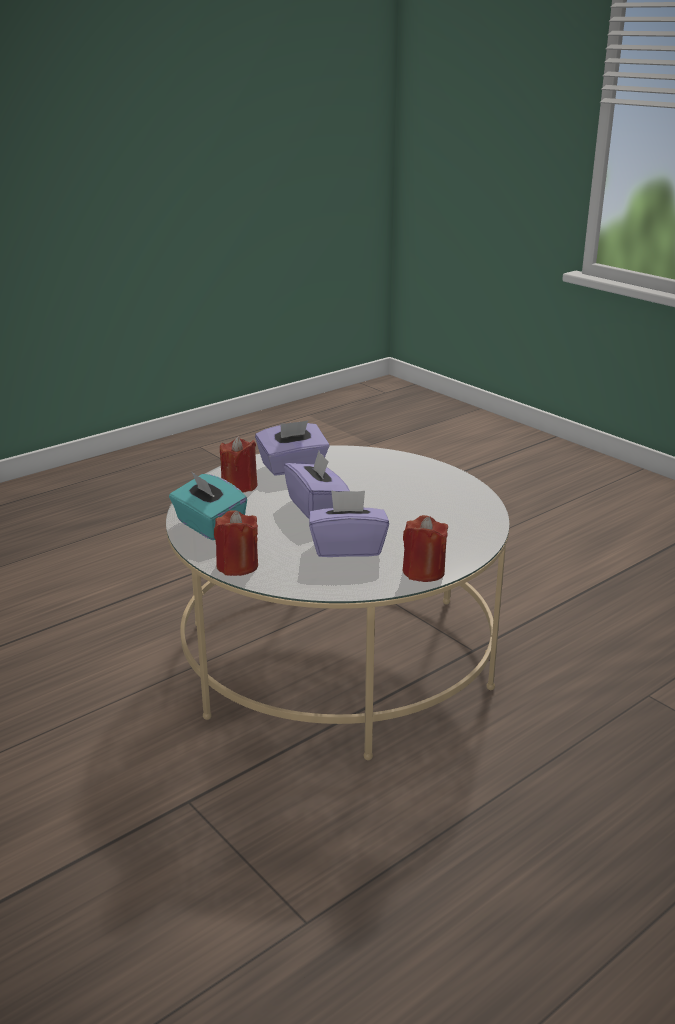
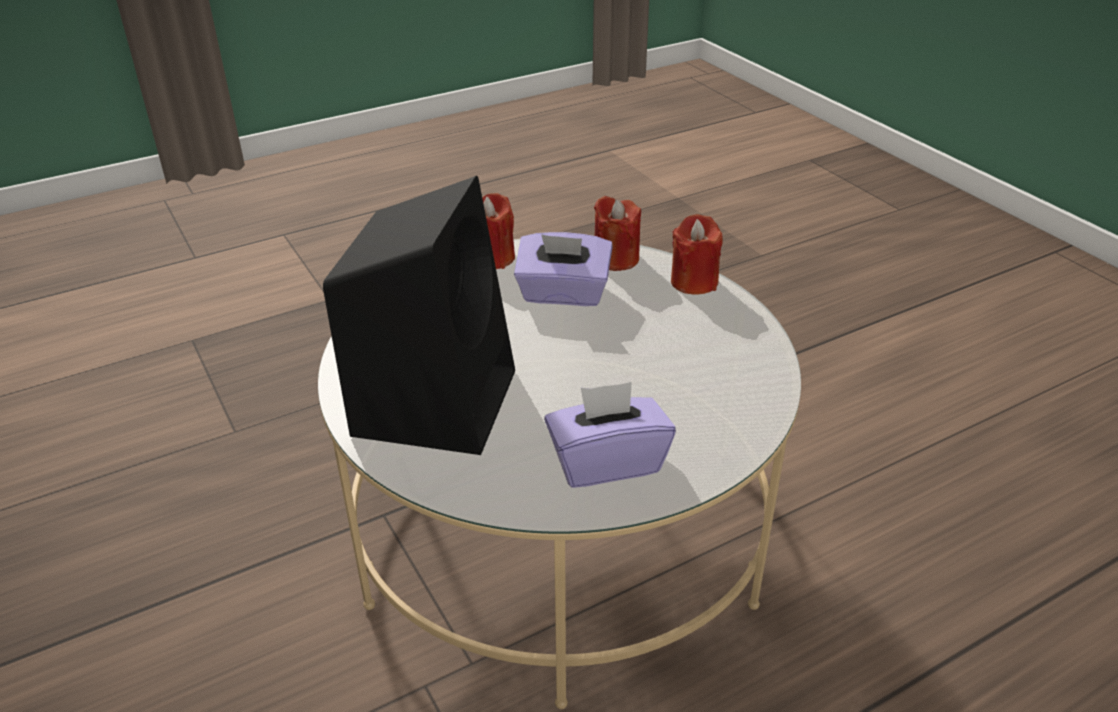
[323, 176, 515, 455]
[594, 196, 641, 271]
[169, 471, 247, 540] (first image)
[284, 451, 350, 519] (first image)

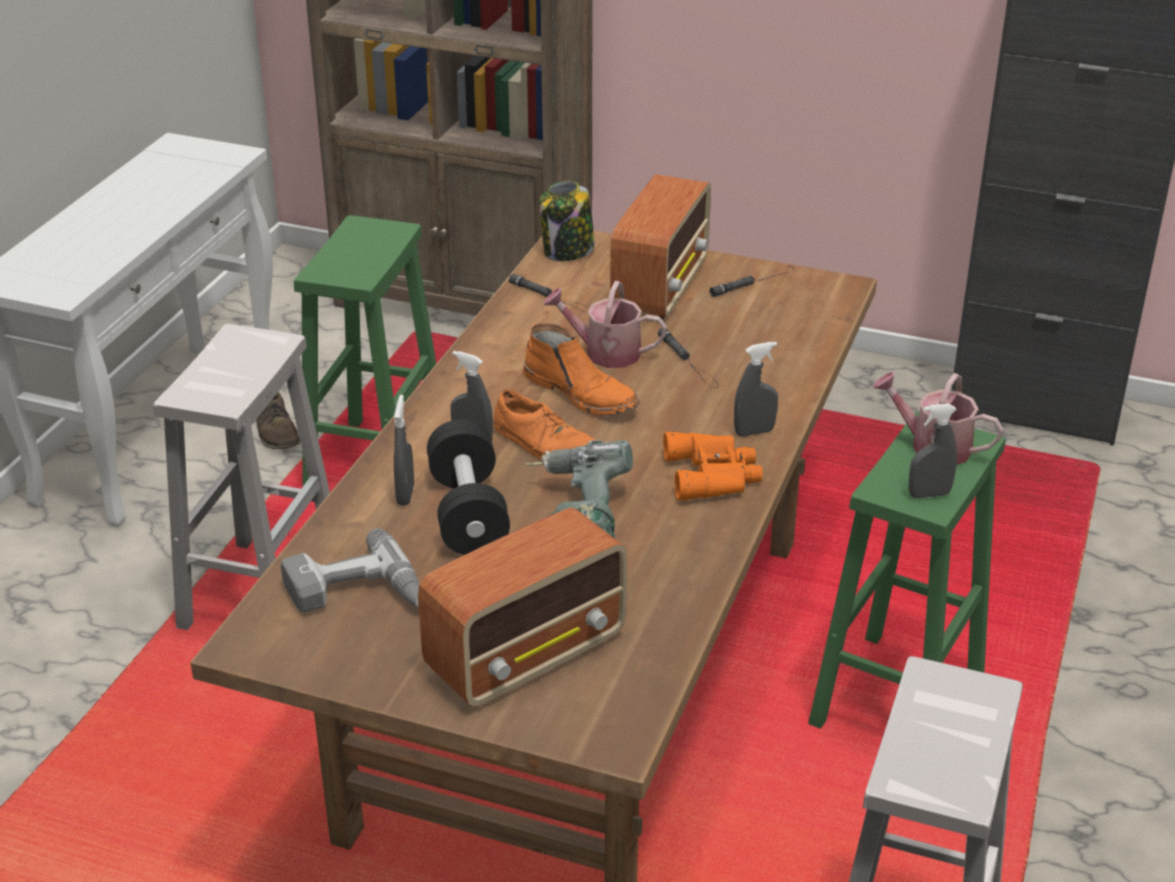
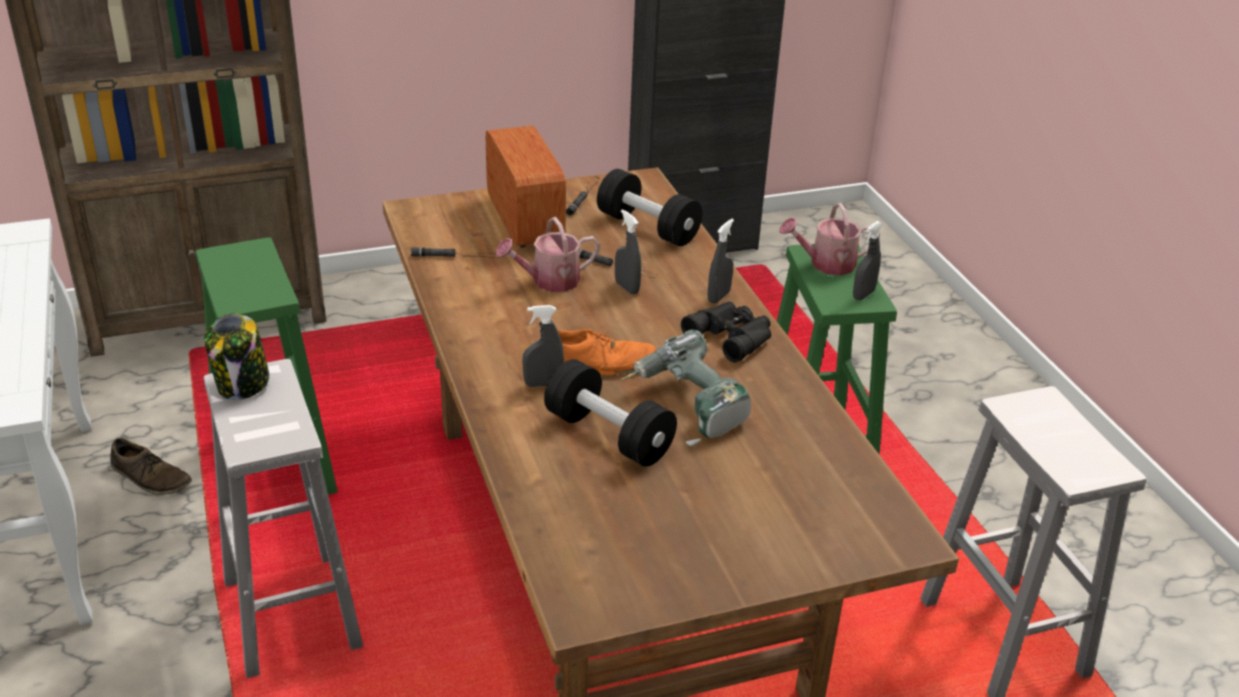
[204, 313, 270, 400]
[597, 169, 702, 246]
[615, 209, 641, 295]
[681, 302, 771, 363]
[281, 528, 419, 613] (first image)
[418, 508, 627, 706] (first image)
[523, 323, 639, 415] (first image)

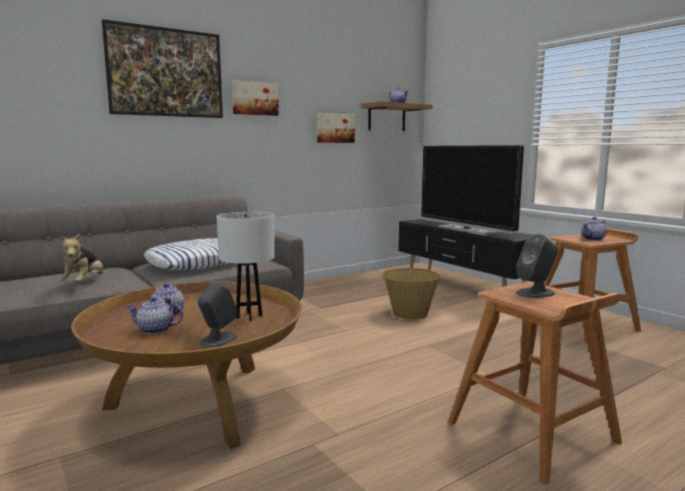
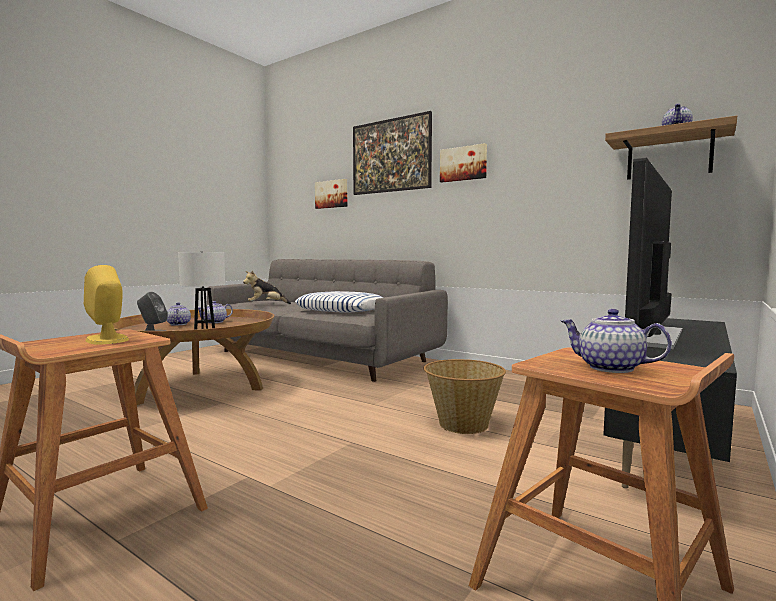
[84, 265, 129, 345]
[315, 179, 347, 209]

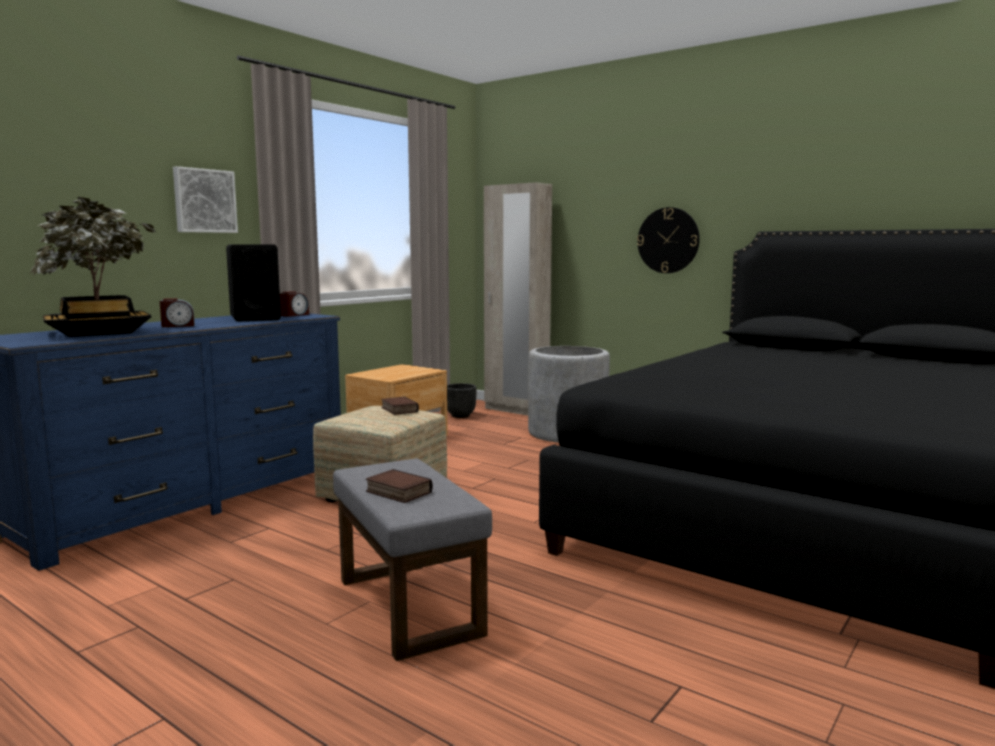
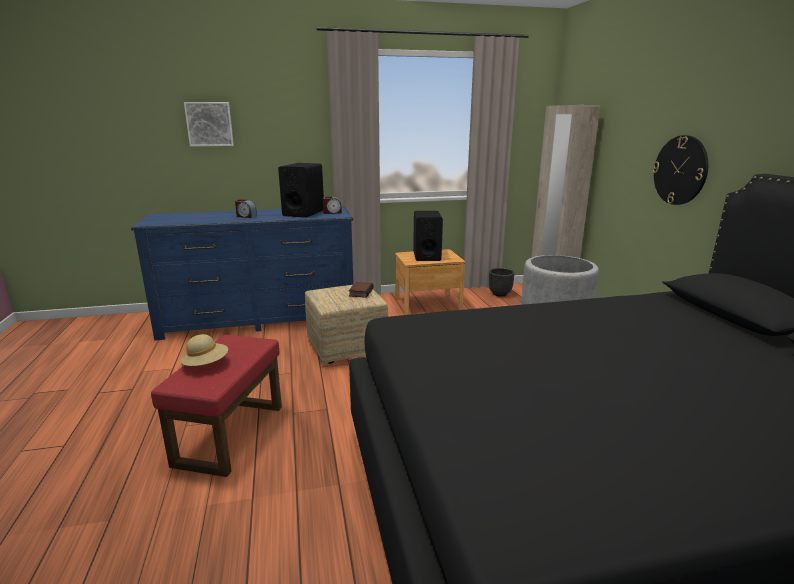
[151, 335, 282, 477]
[181, 334, 228, 366]
[184, 102, 234, 147]
[413, 211, 443, 261]
[30, 197, 156, 337] (first image)

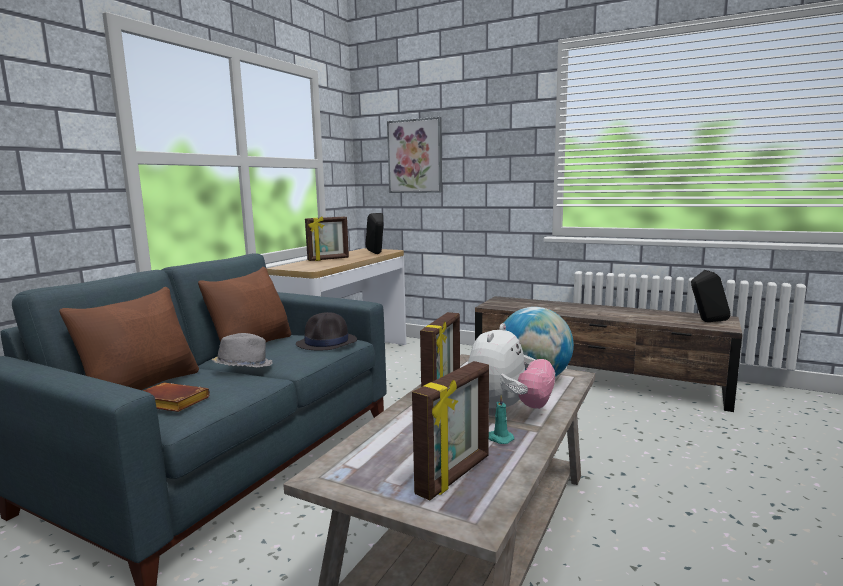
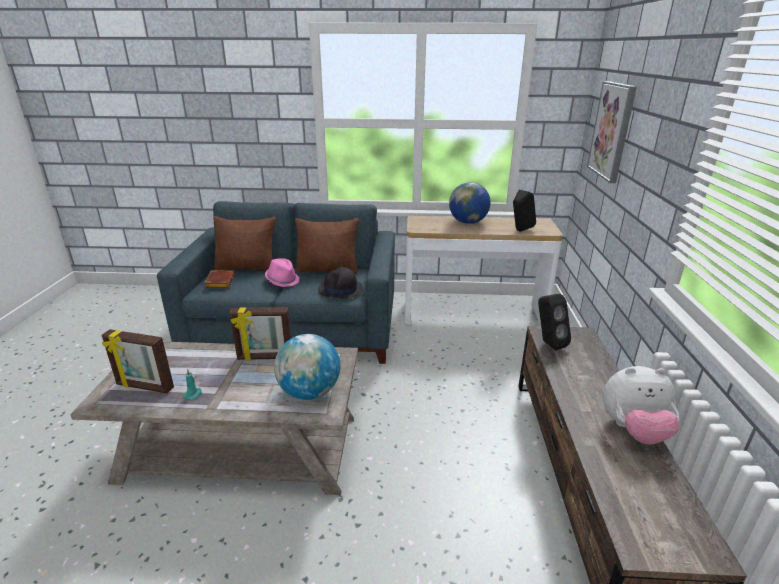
[265, 258, 299, 287]
[449, 182, 491, 224]
[538, 294, 571, 351]
[603, 366, 680, 445]

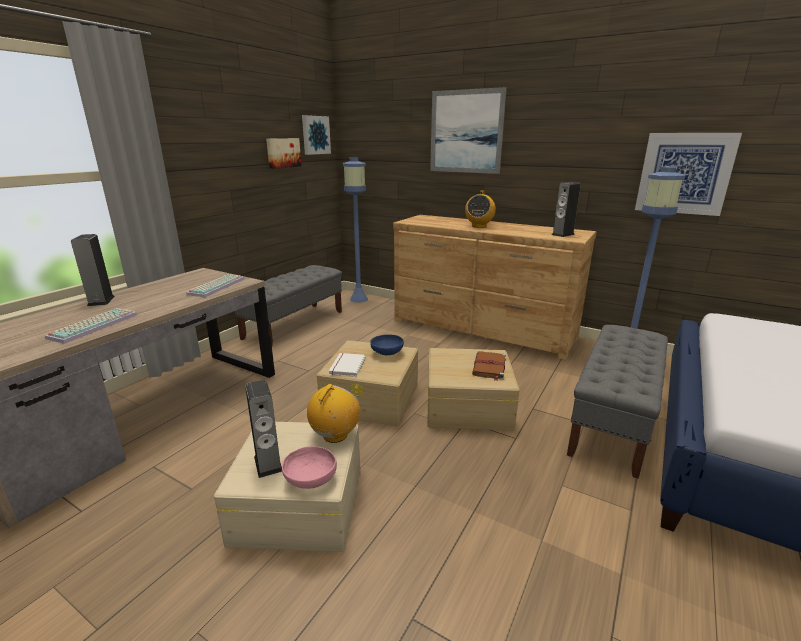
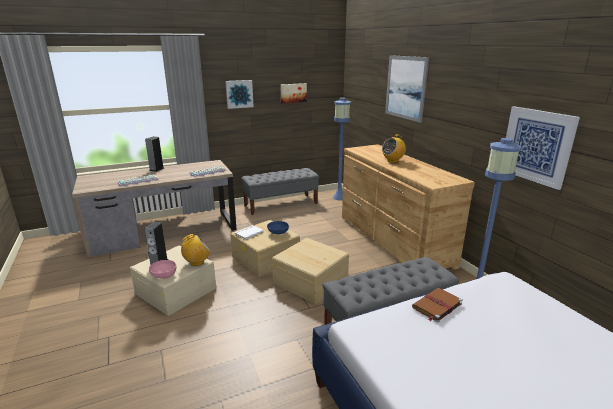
[225, 80, 254, 109]
[412, 288, 463, 322]
[552, 182, 581, 237] (first image)

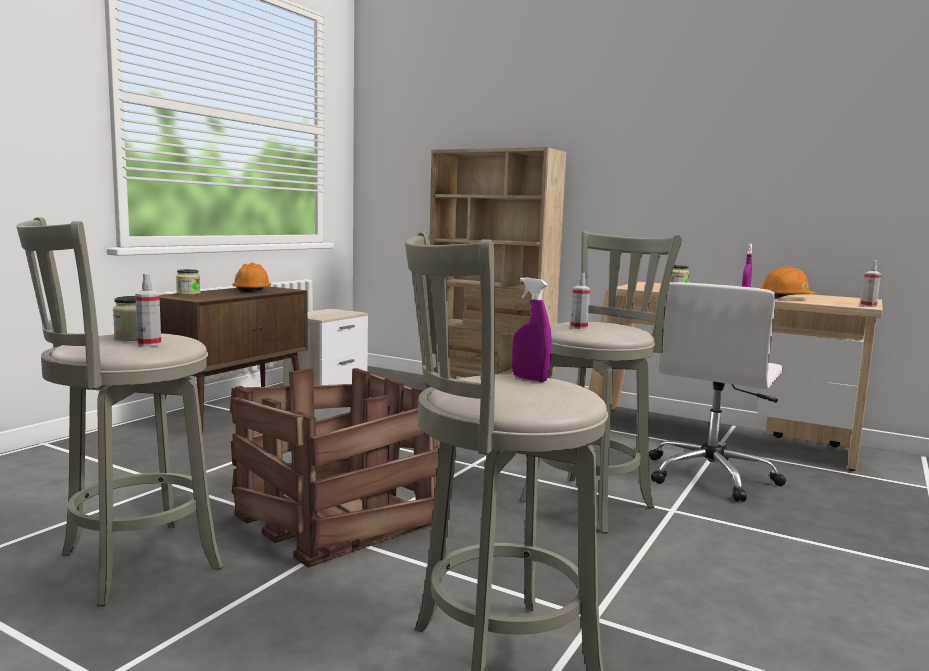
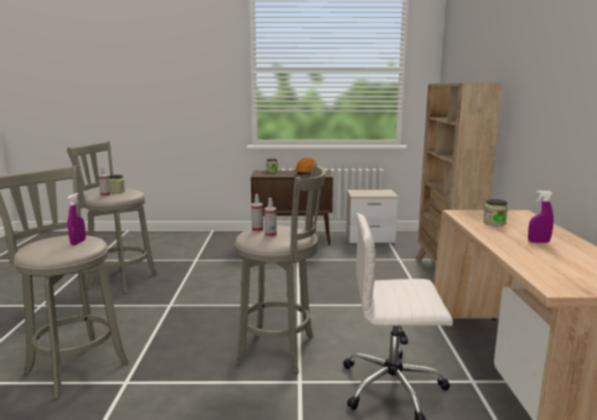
[265, 198, 277, 237]
[230, 368, 439, 568] (first image)
[761, 266, 817, 298] (first image)

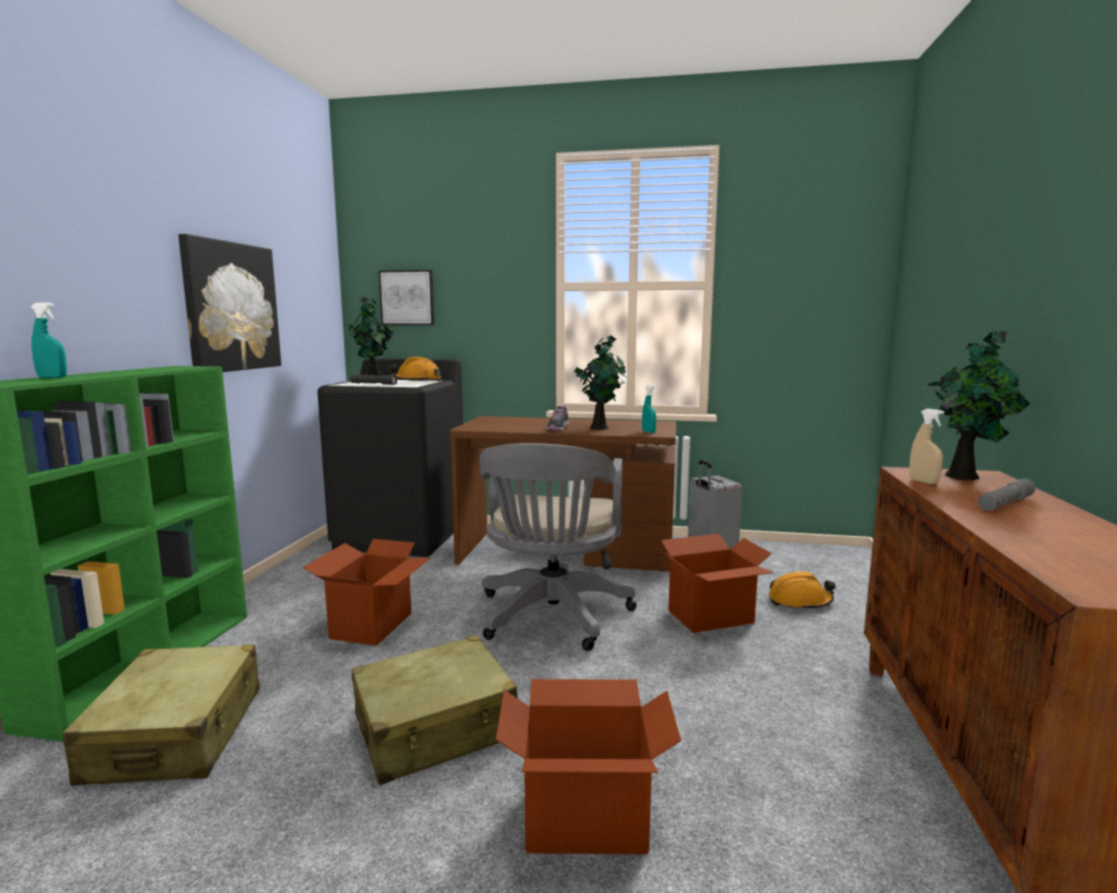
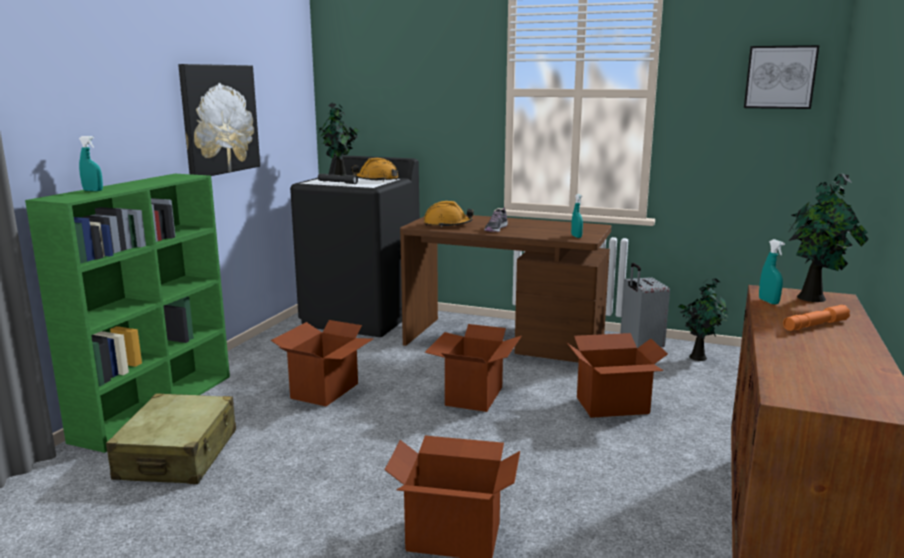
[424, 201, 474, 227]
[425, 324, 522, 412]
[678, 279, 728, 361]
[744, 45, 820, 109]
[759, 239, 785, 304]
[783, 305, 850, 331]
[352, 635, 517, 785] (first image)

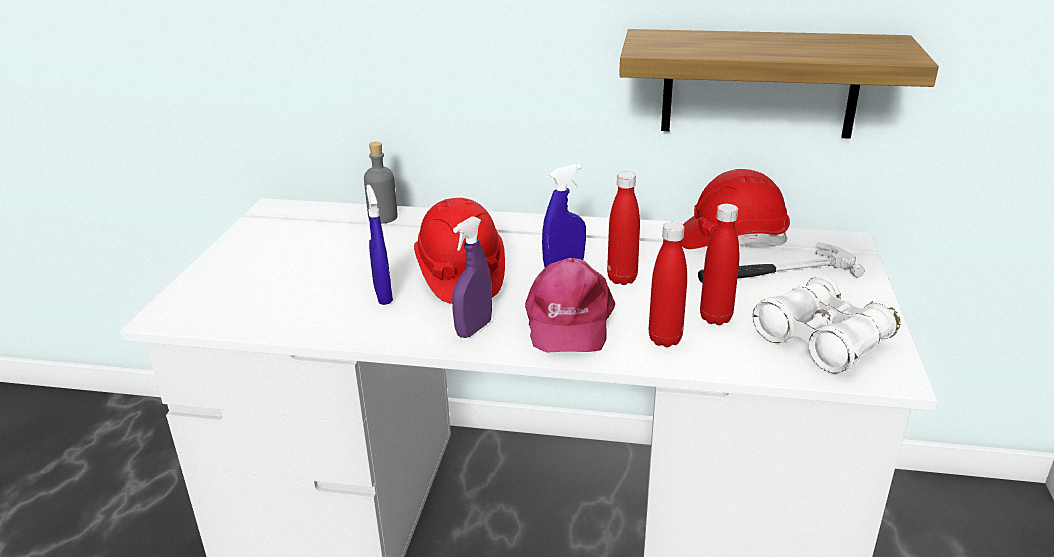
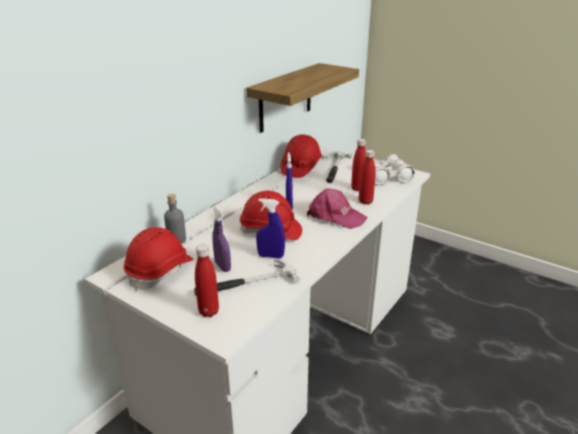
[123, 227, 193, 292]
[194, 260, 300, 296]
[195, 244, 219, 317]
[213, 206, 231, 272]

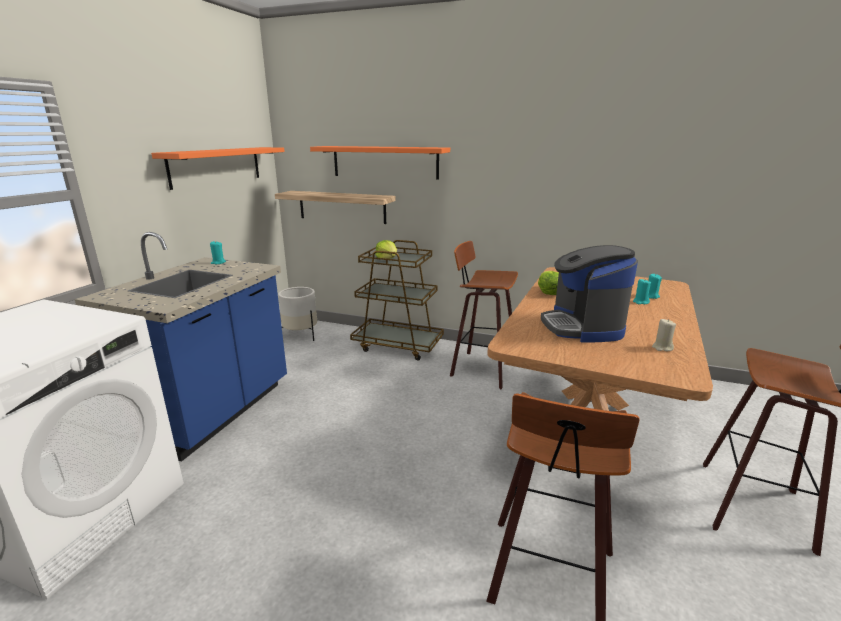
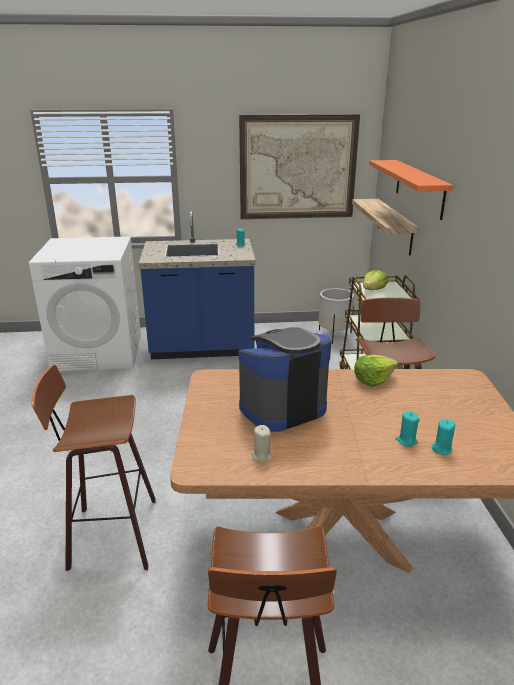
[239, 114, 360, 219]

